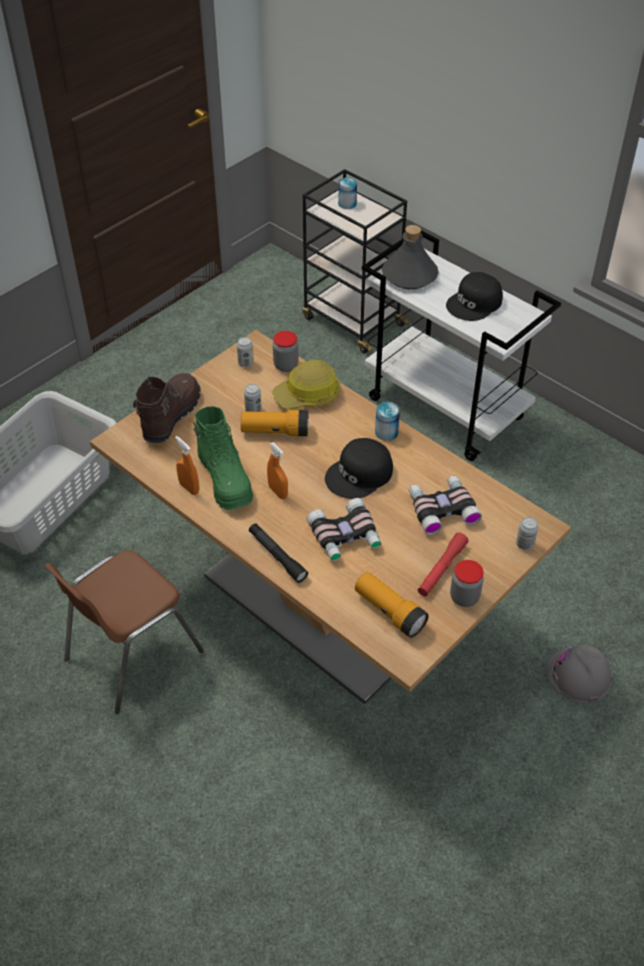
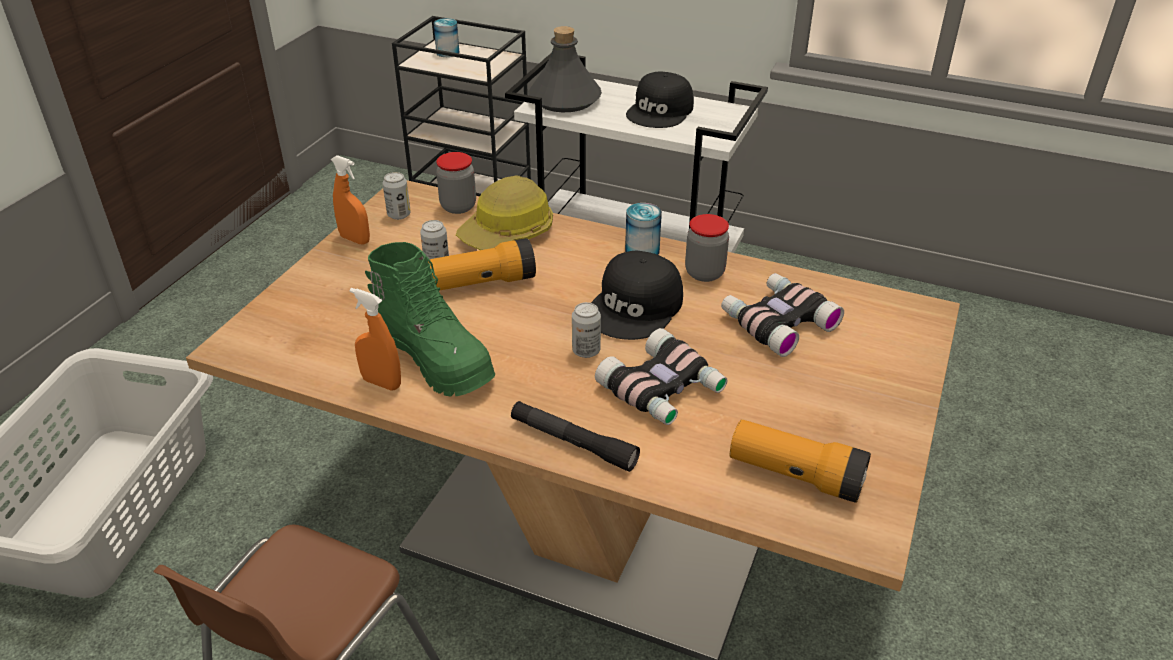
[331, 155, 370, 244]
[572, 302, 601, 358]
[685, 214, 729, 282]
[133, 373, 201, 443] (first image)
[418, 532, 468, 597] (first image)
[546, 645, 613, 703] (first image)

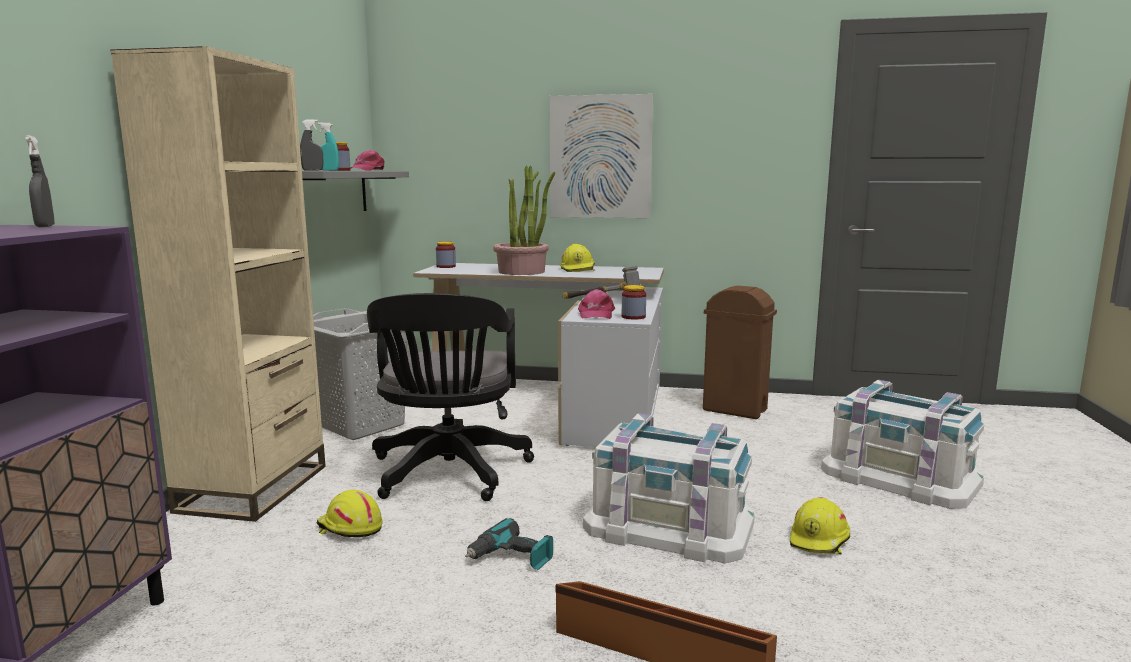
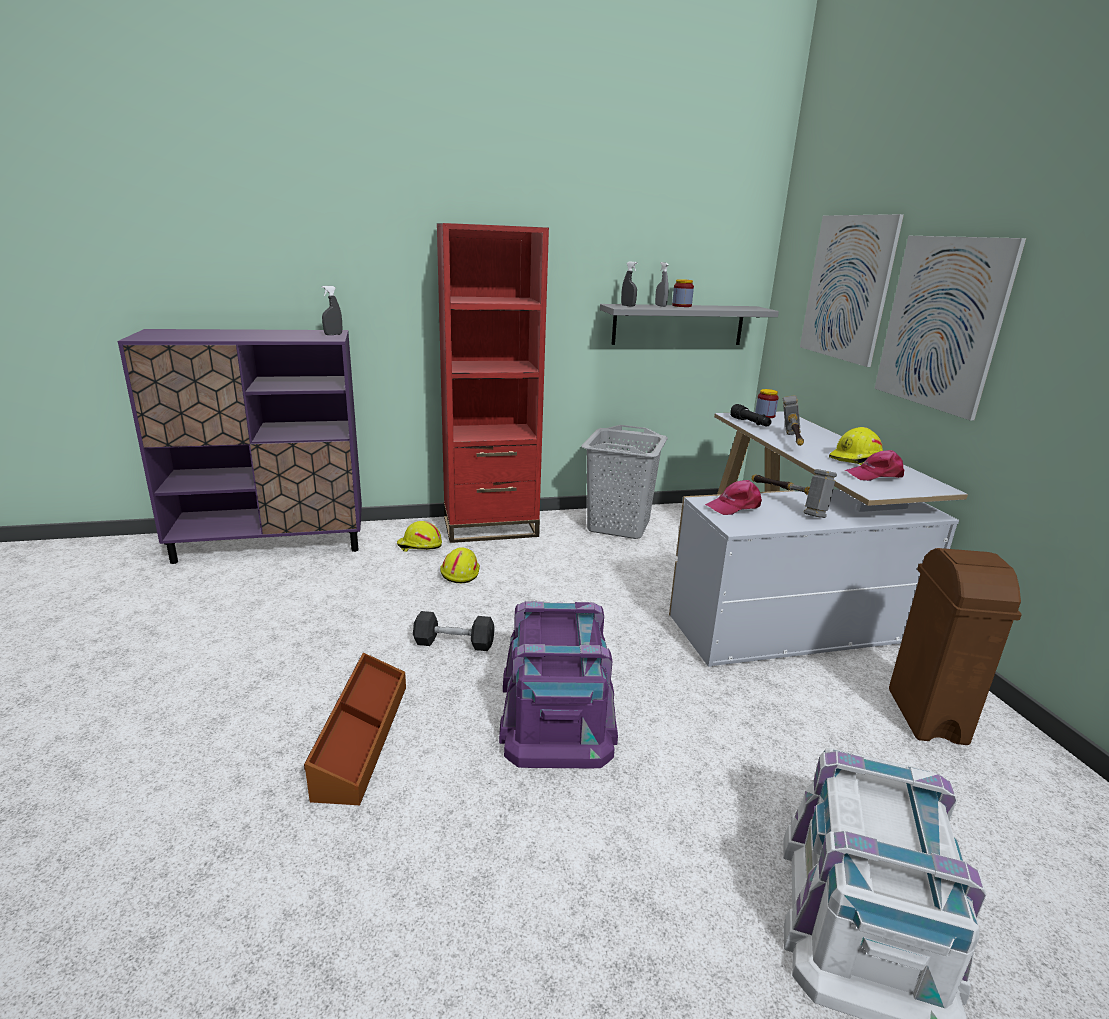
[397, 521, 442, 552]
[413, 611, 495, 651]
[437, 223, 549, 543]
[499, 601, 618, 768]
[655, 262, 669, 307]
[730, 404, 772, 427]
[783, 395, 804, 446]
[800, 214, 904, 367]
[845, 450, 905, 481]
[367, 293, 534, 501] (first image)
[622, 285, 646, 320] (first image)

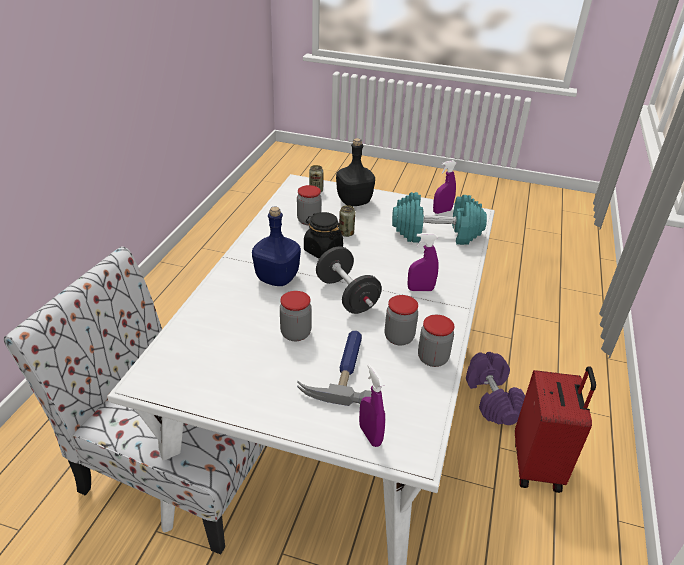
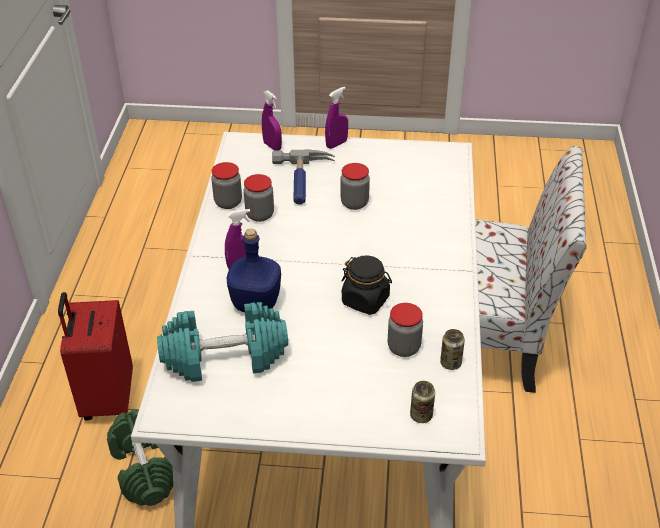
[107, 409, 173, 506]
[227, 229, 281, 313]
[325, 87, 348, 149]
[440, 329, 465, 370]
[316, 246, 382, 314] (first image)
[336, 138, 375, 206] (first image)

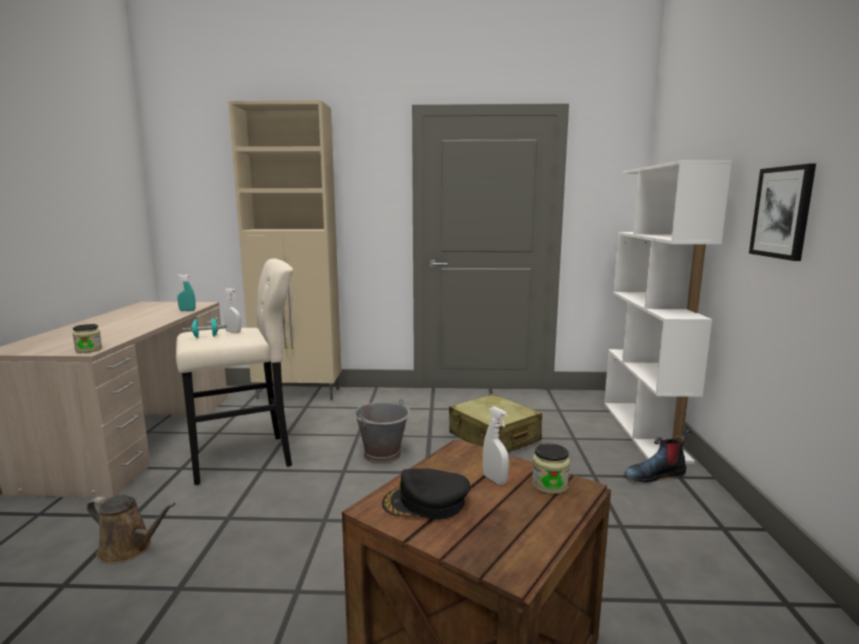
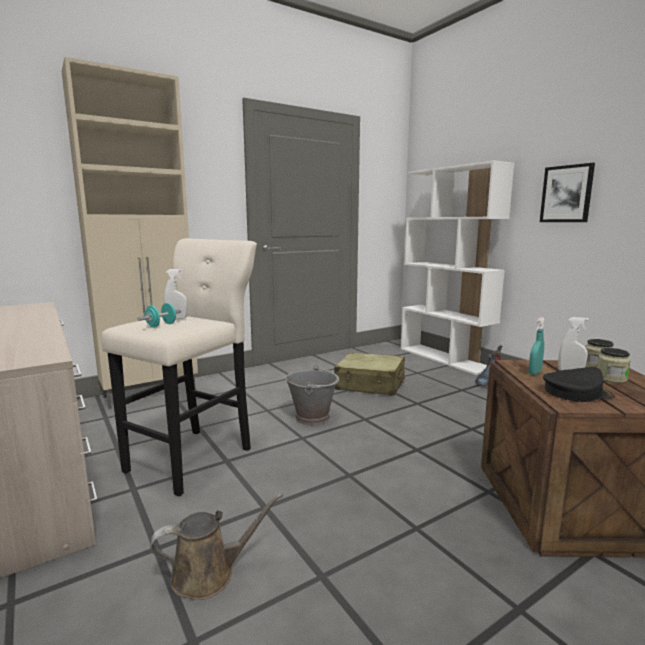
[528, 317, 545, 375]
[543, 367, 615, 402]
[597, 348, 631, 383]

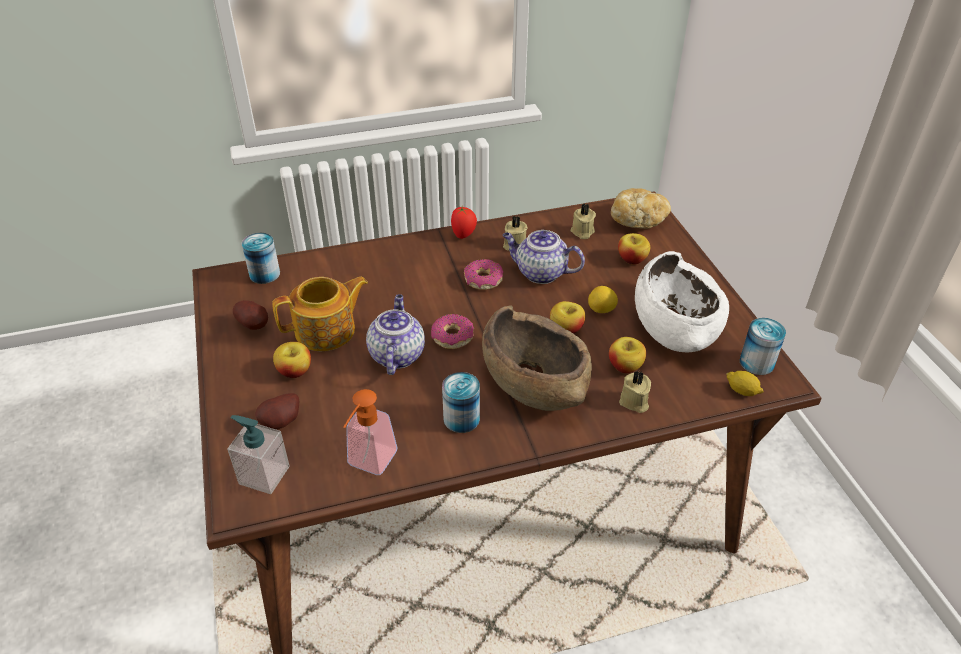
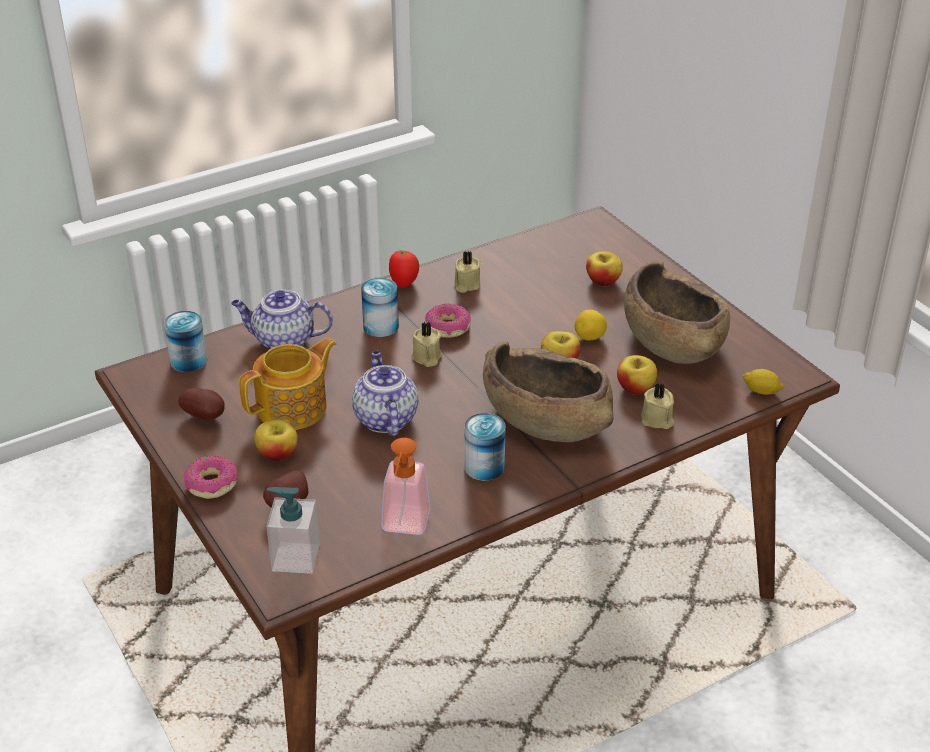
[183, 456, 238, 499]
[231, 290, 333, 350]
[361, 278, 399, 337]
[411, 322, 443, 367]
[624, 261, 730, 364]
[611, 188, 671, 229] (first image)

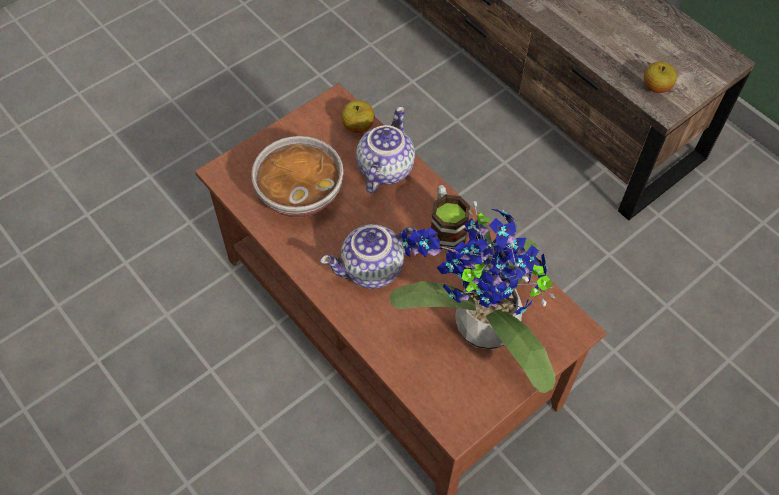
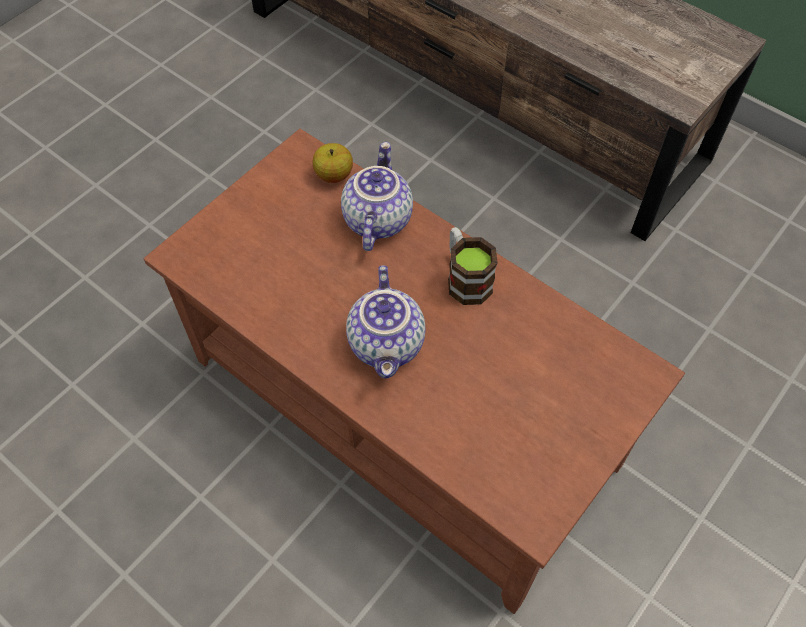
[346, 265, 425, 379]
[251, 136, 344, 217] (first image)
[389, 201, 556, 393] (first image)
[644, 62, 677, 93] (first image)

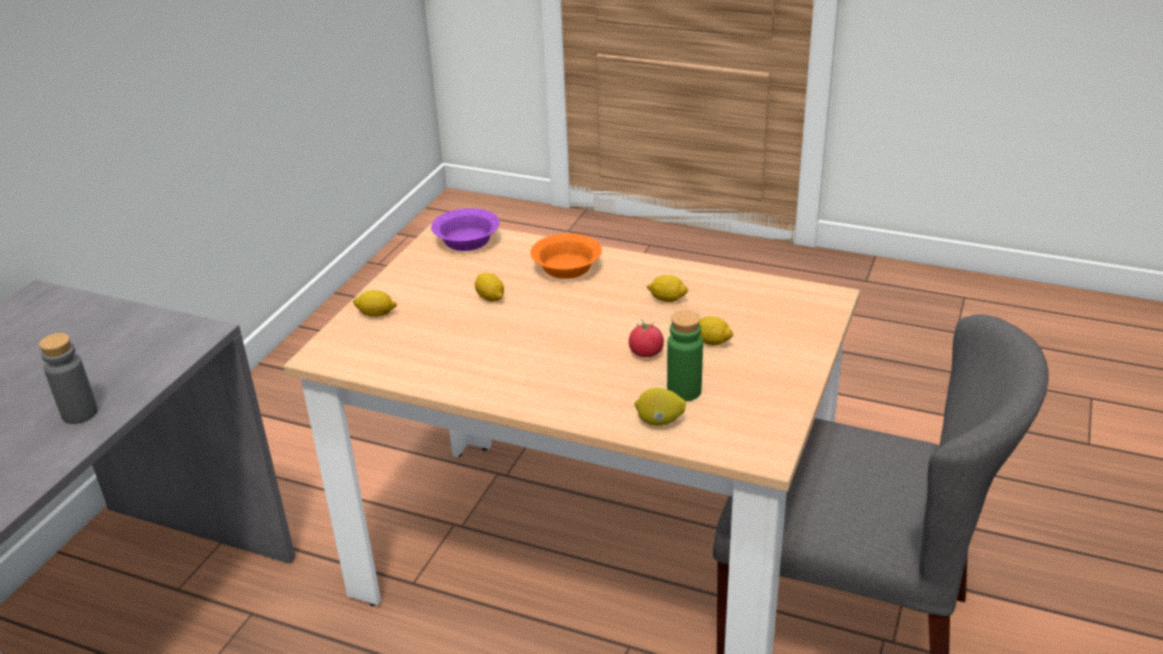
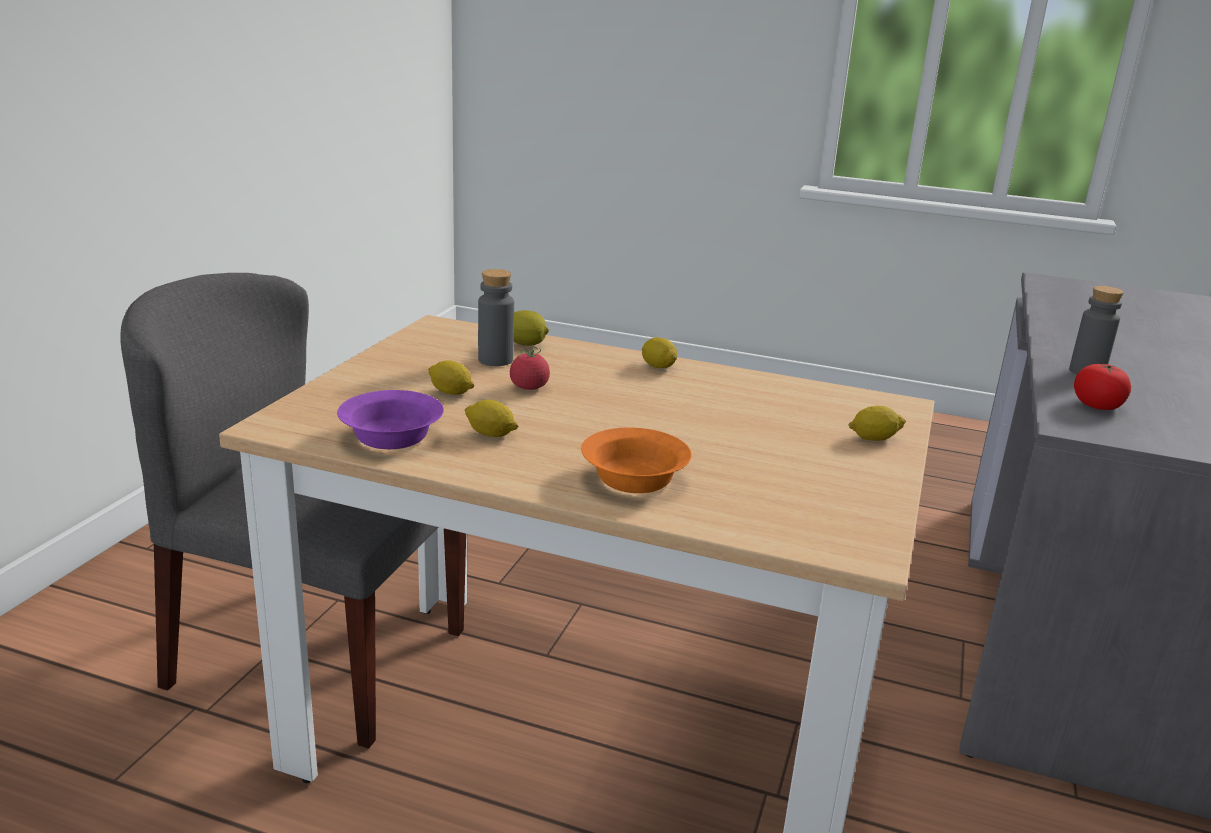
[337, 390, 444, 449]
[478, 269, 514, 366]
[642, 337, 677, 368]
[1074, 363, 1131, 410]

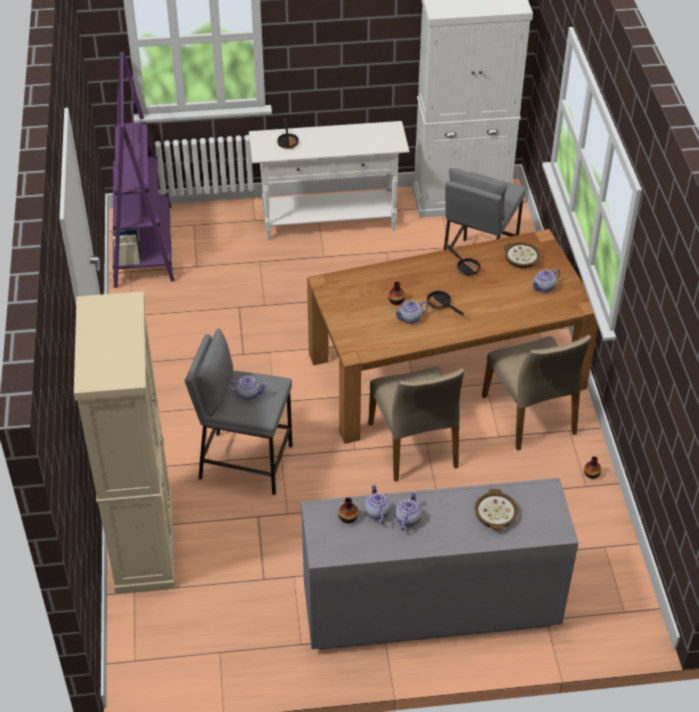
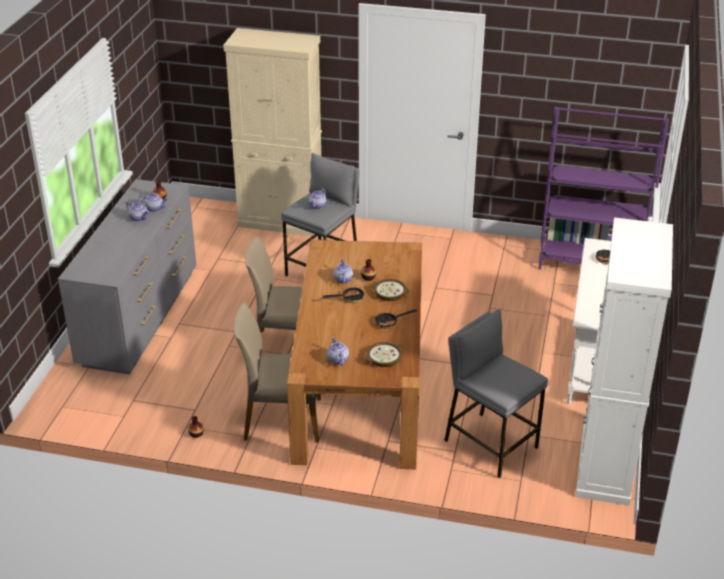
[371, 279, 409, 301]

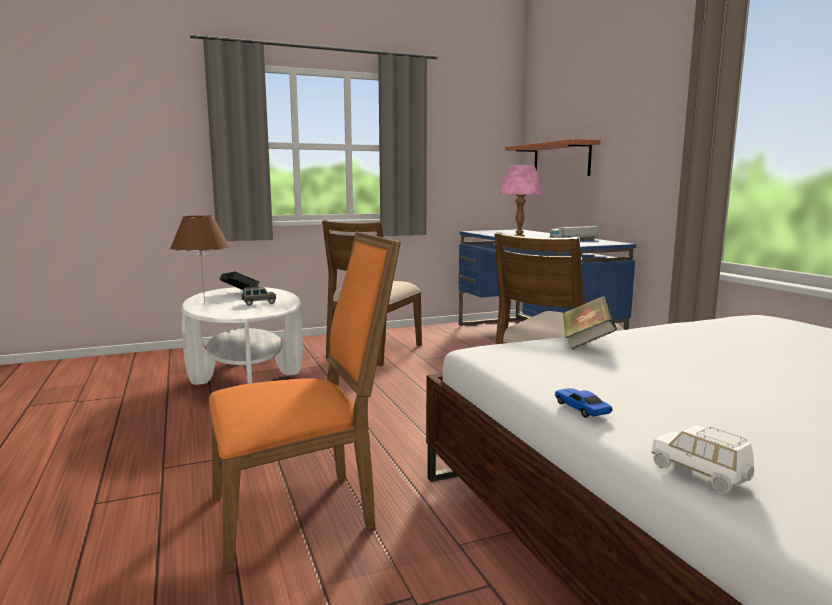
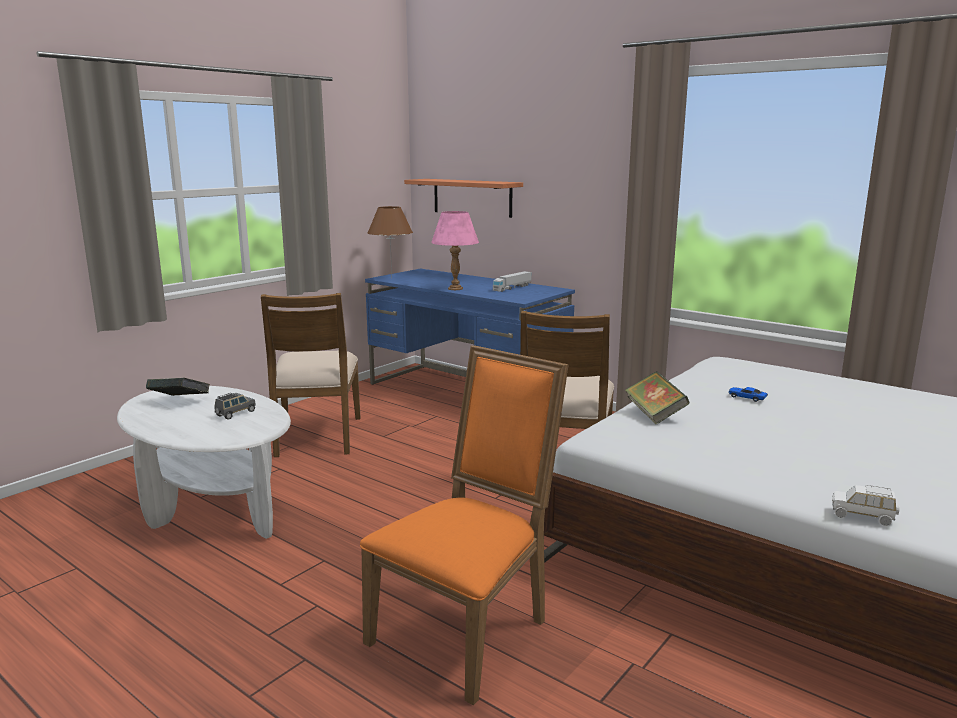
[368, 206, 413, 278]
[728, 387, 768, 402]

